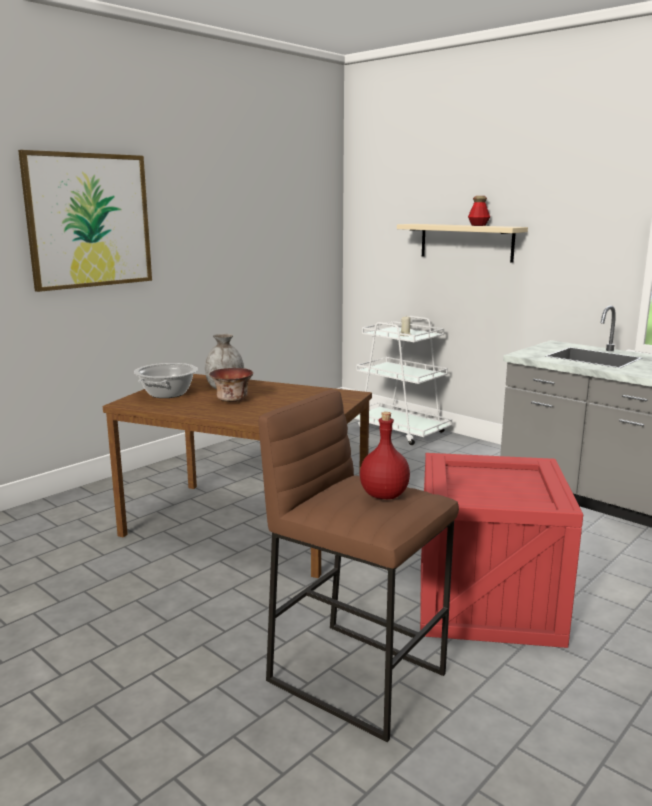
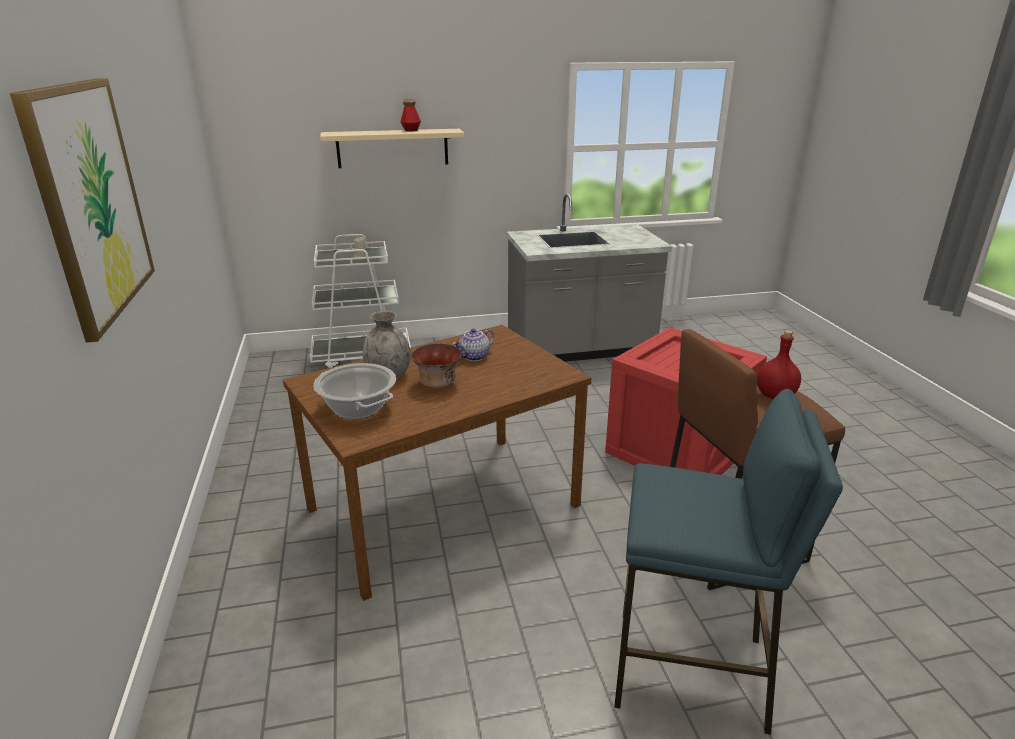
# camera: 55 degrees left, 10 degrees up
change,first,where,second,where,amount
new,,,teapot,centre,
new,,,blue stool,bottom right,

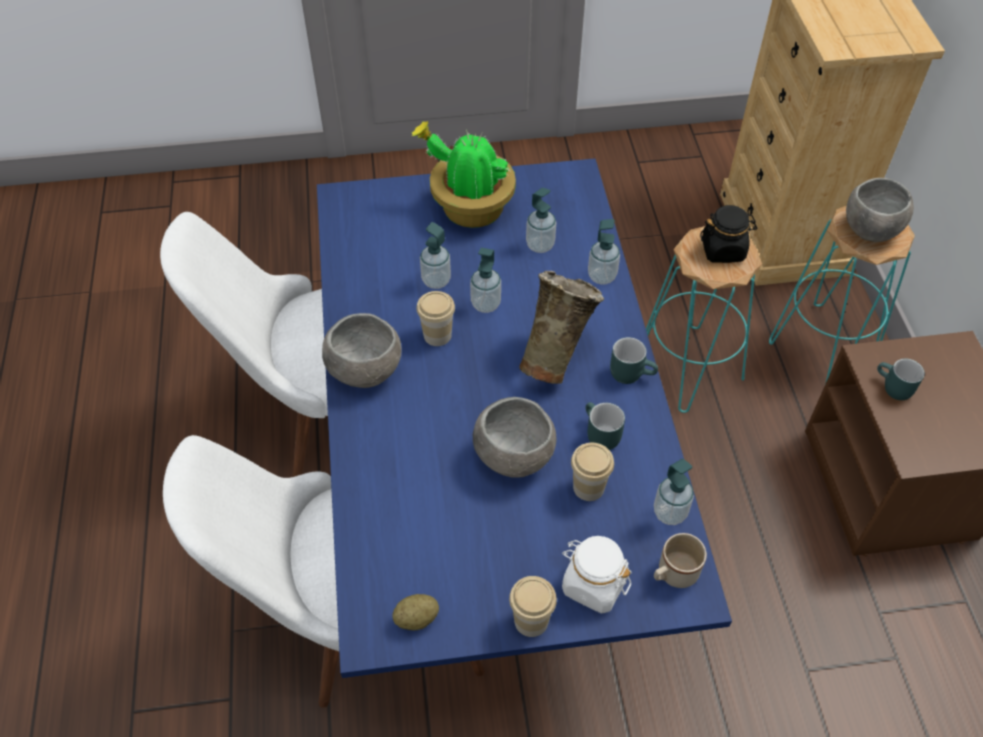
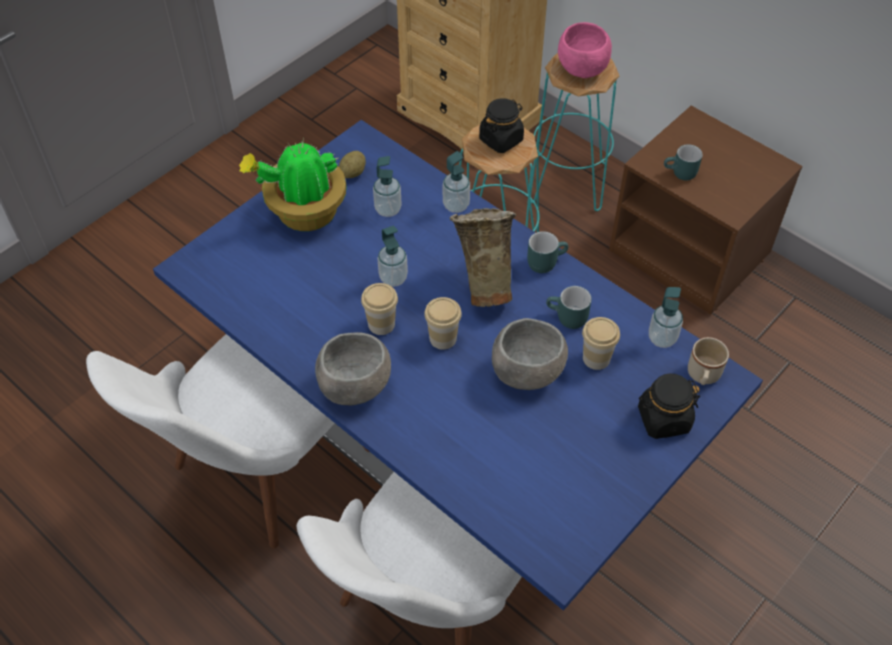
# camera: 40 degrees left, 0 degrees up
change,first,where,second,where,amount
gone,soap dispenser (no. 1 from left),centre,,,
shifted,potato,bottom centre,,top centre,
shifted,cup (no. 2 from left),bottom centre,,centre,
repainted,white jar,bottom centre,black jar (no. 2 from left),middle right,
repainted,grey bowl (no. 3 from left),top right,pink bowl,top centre,

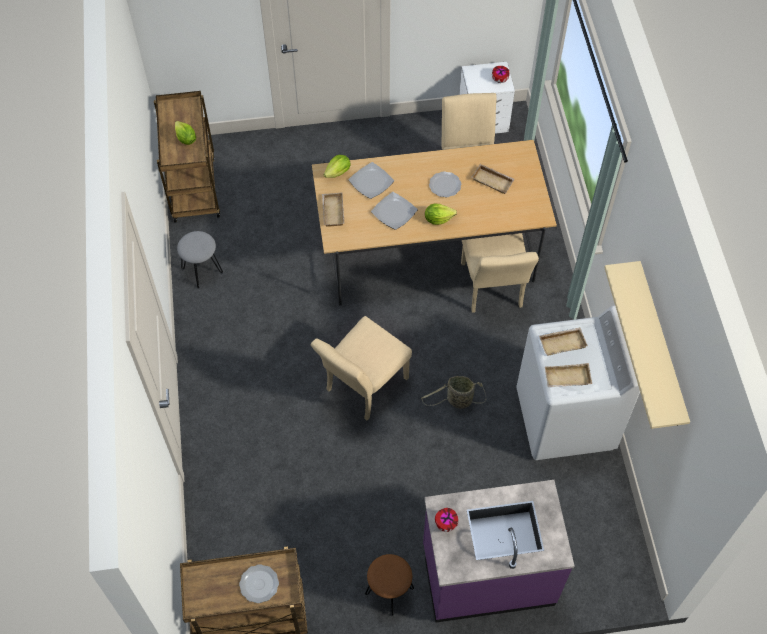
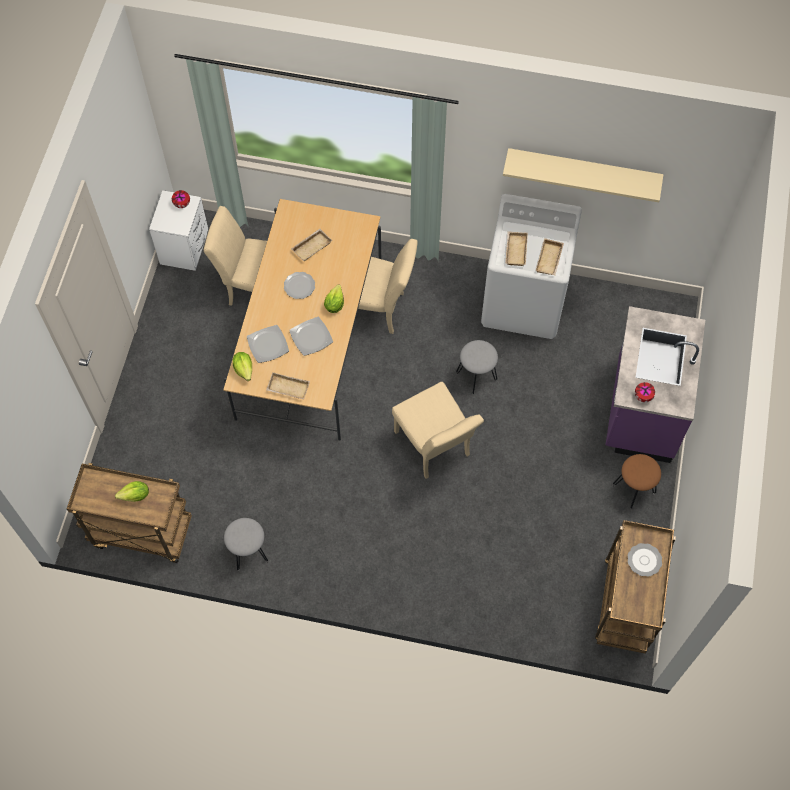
# camera: 70 degrees left, 5 degrees up
change,first,where,second,where,amount
swapped,basket,centre,grey stool (no. 2 from left),centre,

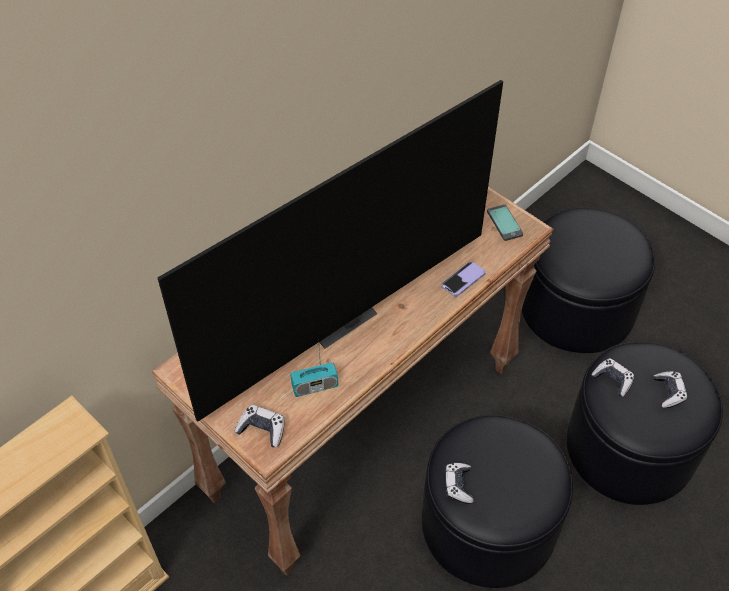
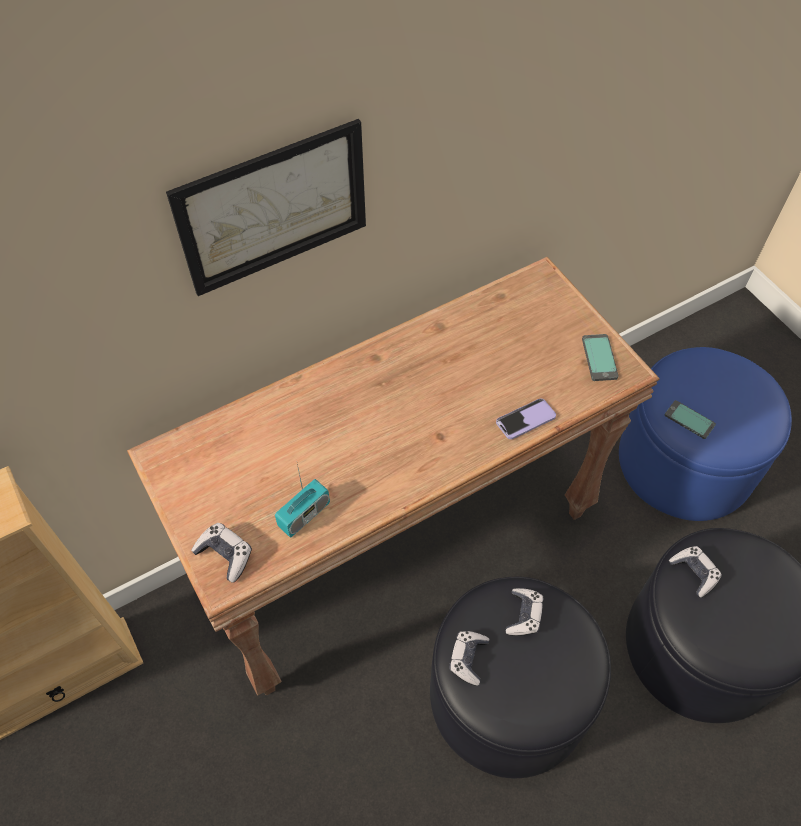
# camera: 15 degrees right, 5 degrees up
change,first,where,second,where,amount
gone,television,centre,,,
new,,,picture,top left,
new,,,phone (no. 3 from left),middle right,
shifted,game controller (no. 4 from left in the first image),middle right,game controller (no. 3 from left),bottom centre,
repainted,black ottoman (no. 2 from left),middle right,blue ottoman,middle right,
rotated,radio,centre,,centre,45 degrees counterclockwise

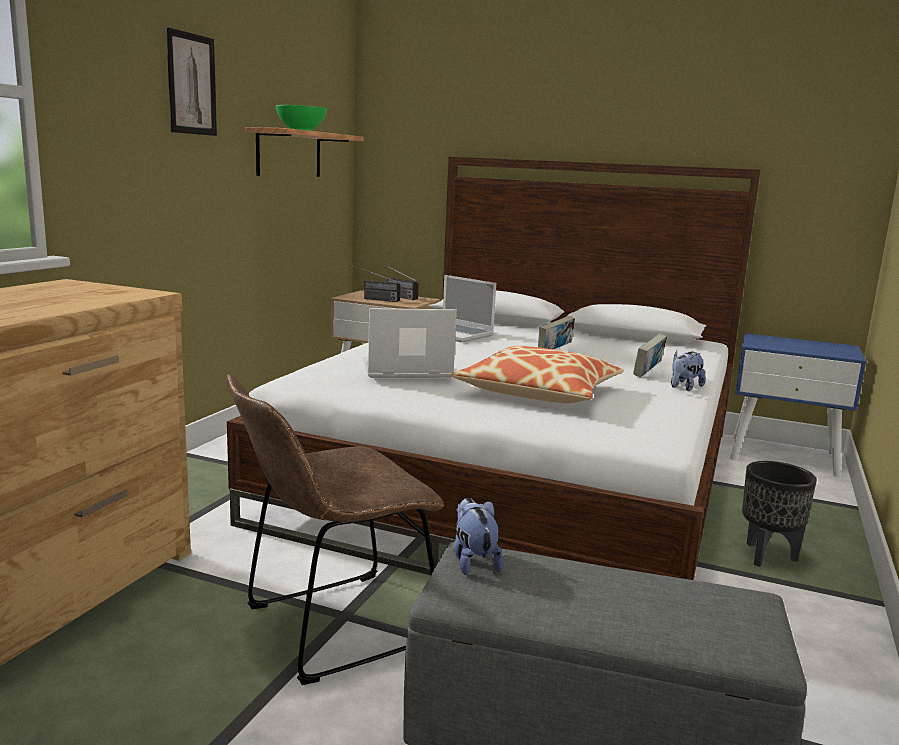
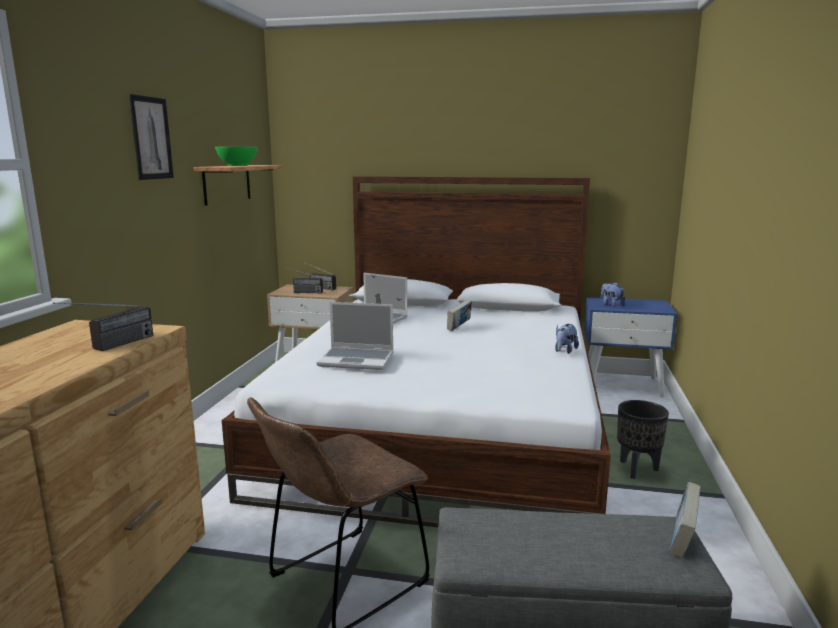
# camera: 10 degrees left, 0 degrees up
change,first,where,second,where,amount
gone,pillow,centre,,,
new,,,radio (no. 1 from left),middle left,
shifted,plush toy (no. 1 from left in the first image),bottom centre,plush toy (no. 2 from left),middle right,
shifted,book (no. 2 from left),middle right,,bottom right,
rotated,laptop (no. 1 from left),centre,,centre,150 degrees counterclockwise

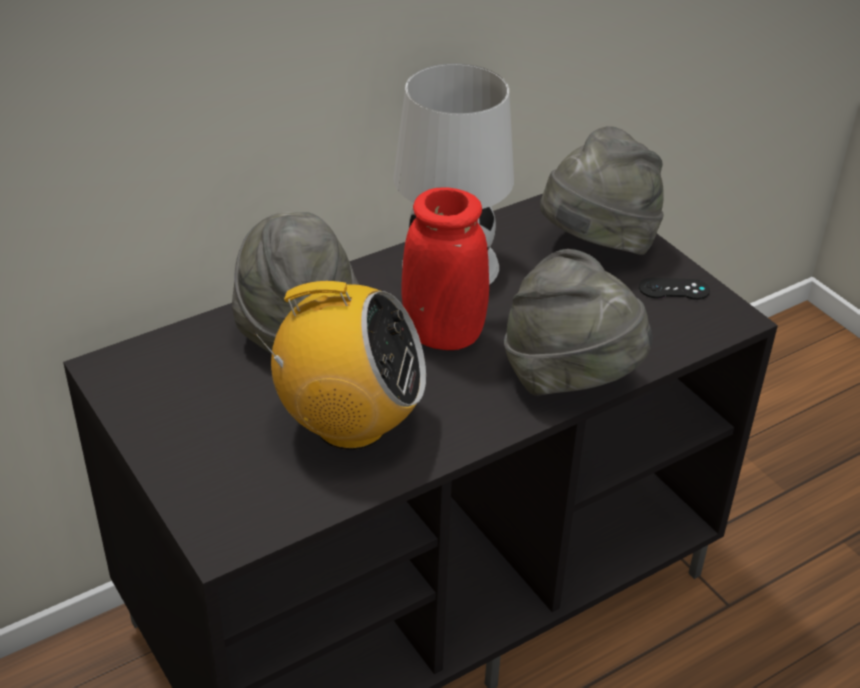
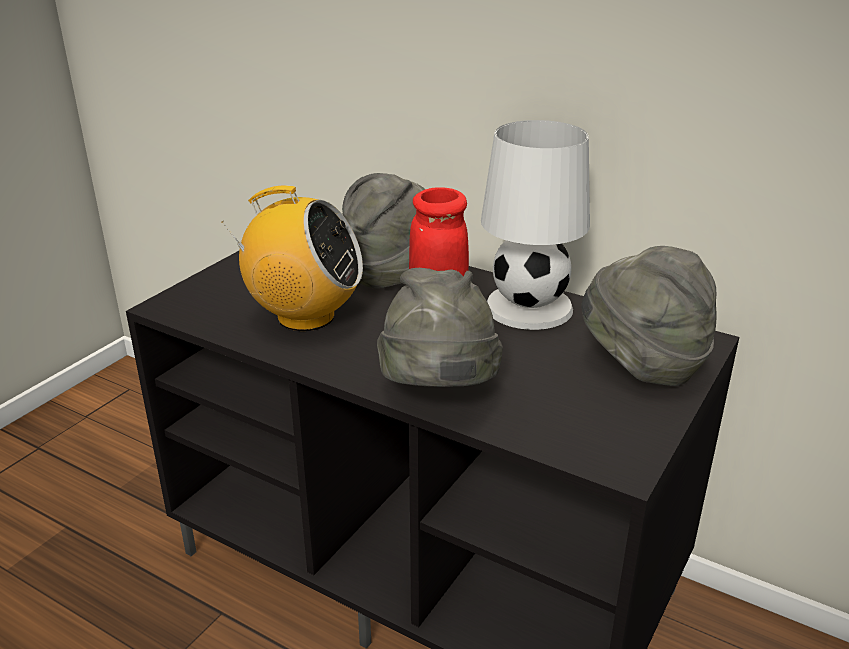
# camera: 65 degrees right, 10 degrees down
change,first,where,second,where,amount
gone,black game controller,middle right,,,
rotated,radio,centre,,centre,60 degrees counterclockwise

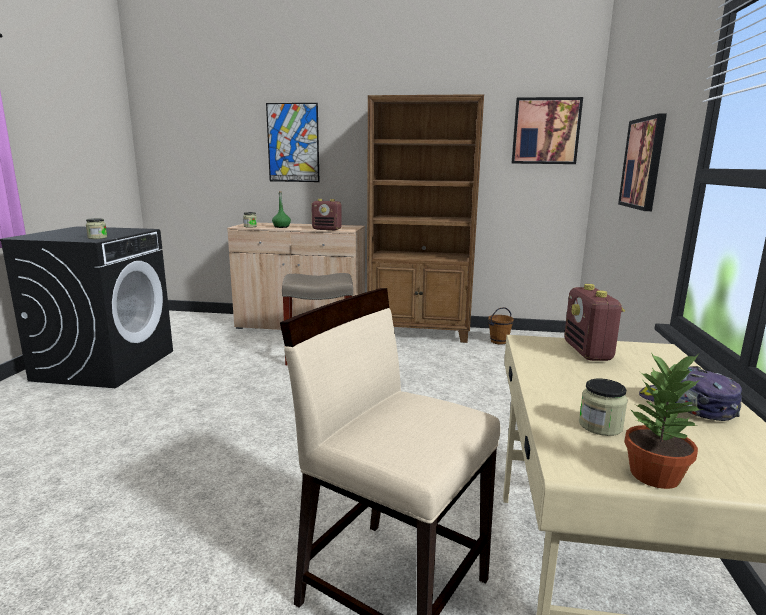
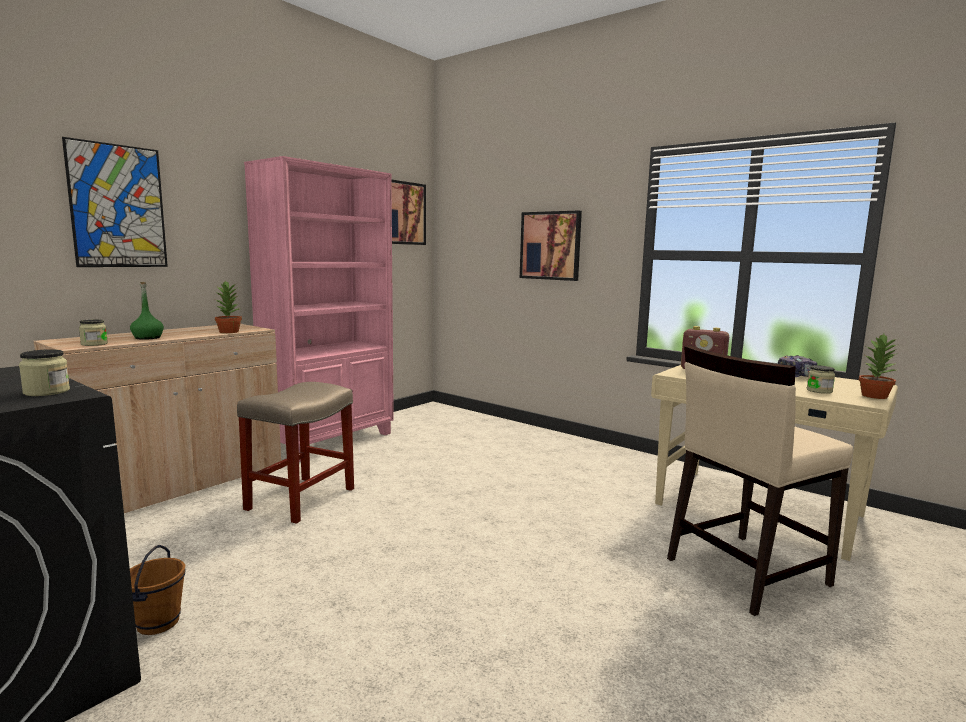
# camera: 60 degrees left, 5 degrees down
change,first,where,second,where,amount
shifted,brown bucket,centre,,bottom left,
swapped,radio (no. 1 from left),centre,potted plant (no. 1 from left),middle left,
repainted,brown bookcase,centre,pink bookcase,middle left,

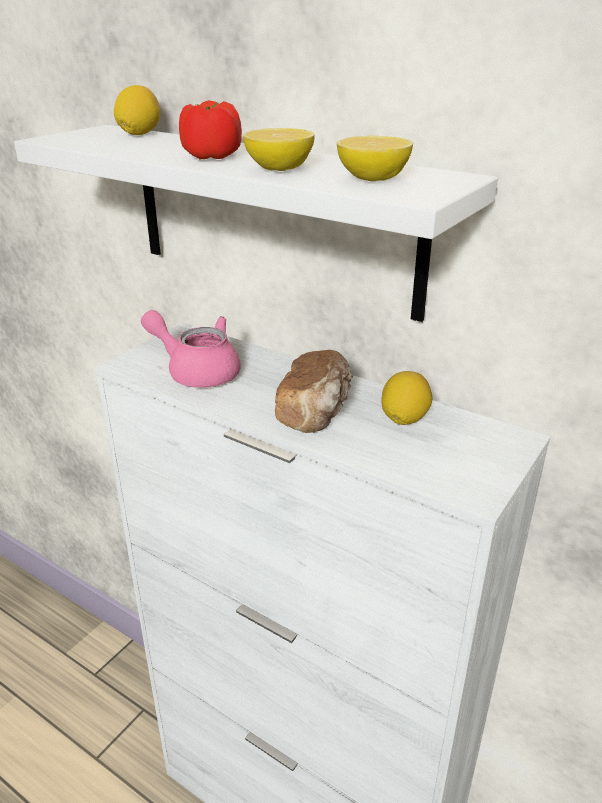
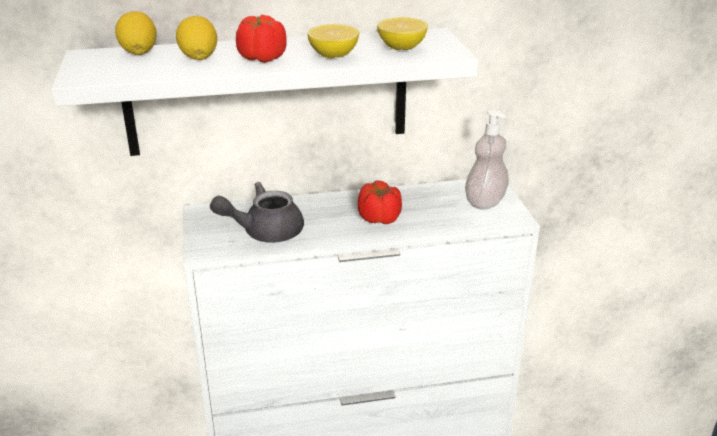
# camera: 45 degrees left, 0 degrees up
change,first,where,second,where,amount
new,,,soap dispenser,middle right,
shifted,lemon (no. 4 from left in the first image),middle right,lemon (no. 2 from left),top left,
swapped,bread,centre,tomato (no. 2 from left),centre,
repainted,pink teapot,middle left,grey teapot,centre,

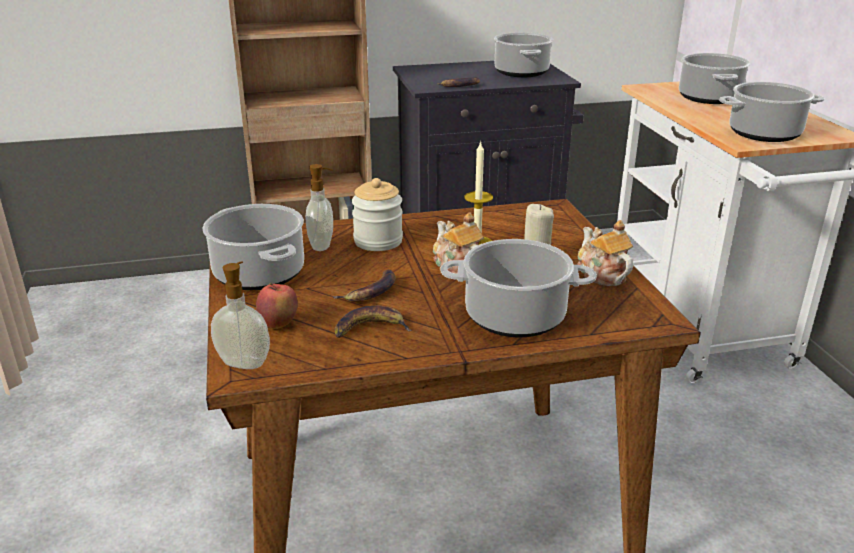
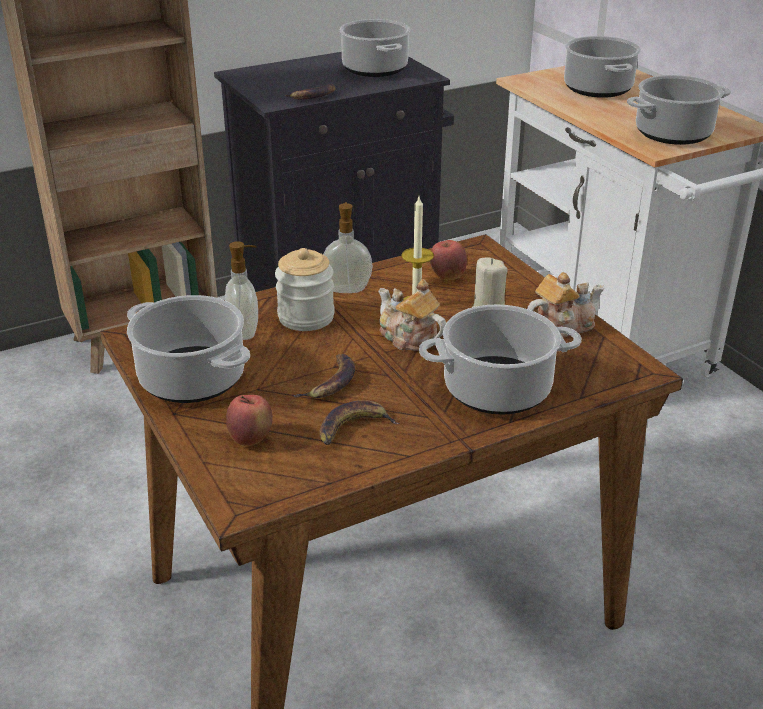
# camera: 15 degrees left, 5 degrees up
change,first,where,second,where,amount
new,,,apple (no. 2 from left),centre,
shifted,soap dispenser (no. 1 from left in the first image),middle left,soap dispenser (no. 2 from left),centre,
rotated,teapot (no. 2 from left),middle right,,middle right,105 degrees clockwise

